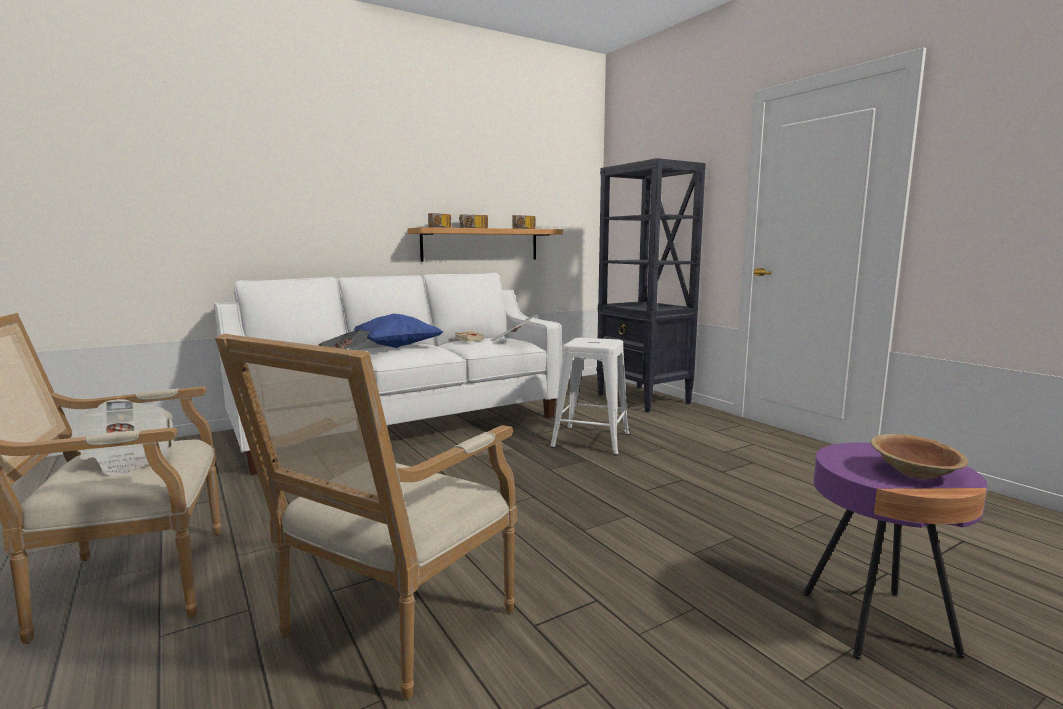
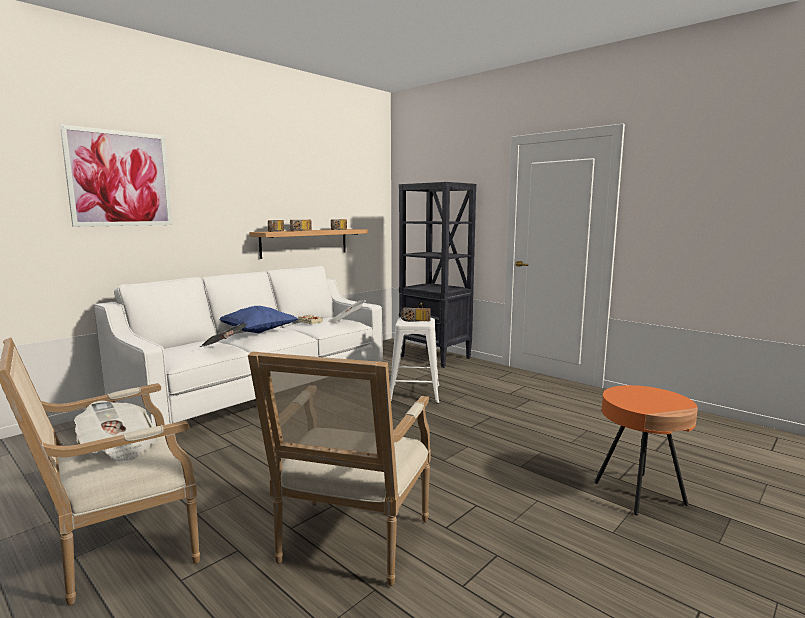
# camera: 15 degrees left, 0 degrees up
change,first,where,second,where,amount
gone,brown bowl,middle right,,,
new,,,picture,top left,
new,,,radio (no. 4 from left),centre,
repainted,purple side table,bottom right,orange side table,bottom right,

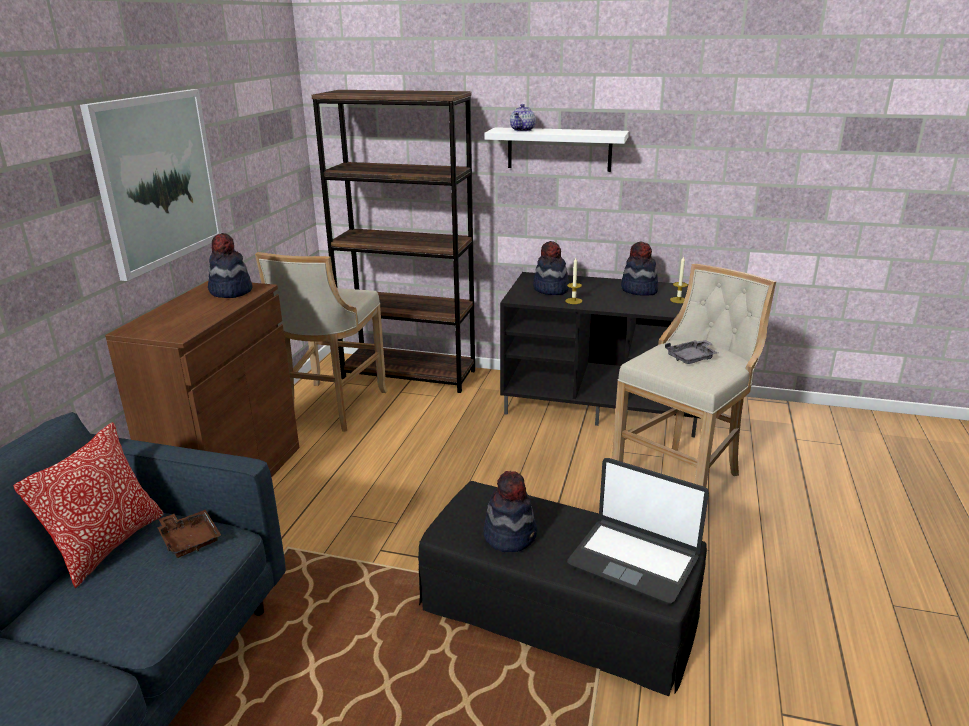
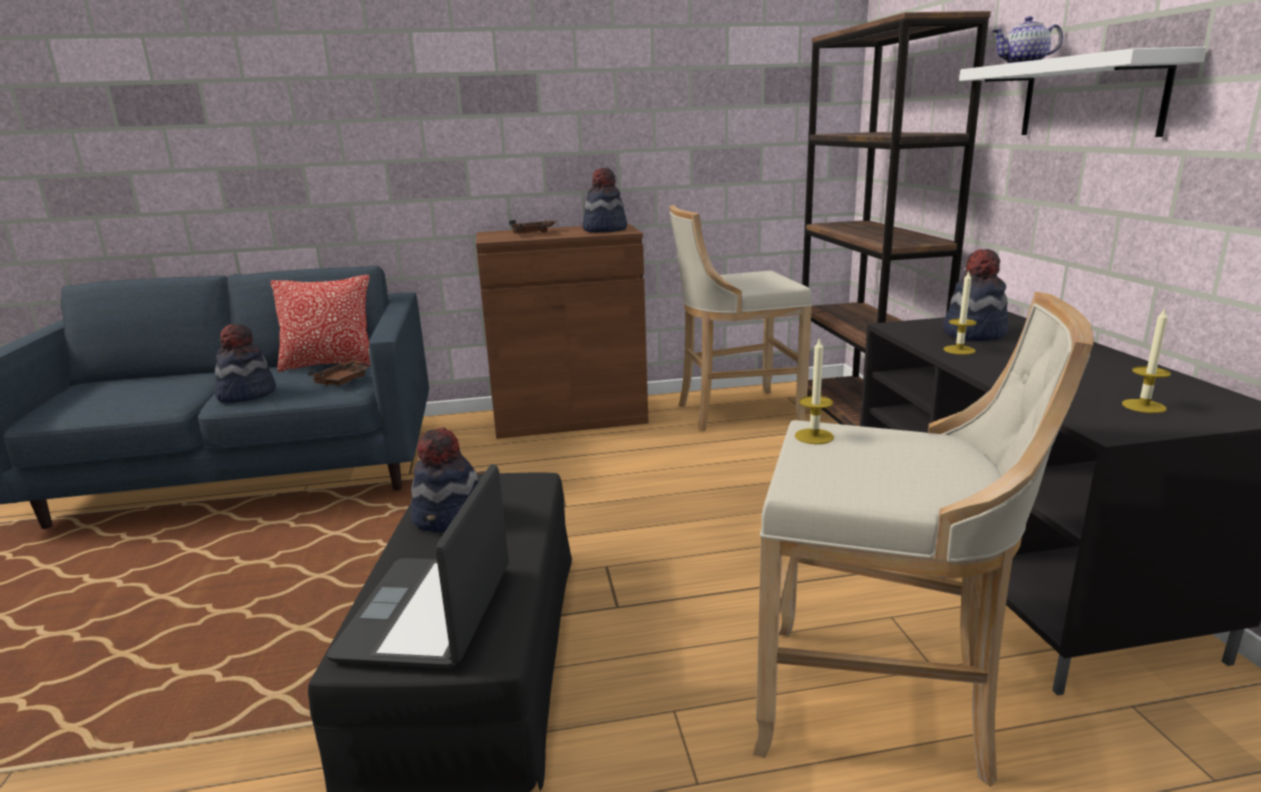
# camera: 65 degrees right, 5 degrees down
change,first,where,second,where,amount
gone,picture,top left,,,
gone,grey tray,middle right,,,
new,,,brown tray (no. 2 from left),top centre,
new,,,candle (no. 1 from left),centre,
shifted,hat (no. 4 from left in the first image),centre,hat (no. 1 from left),middle left,

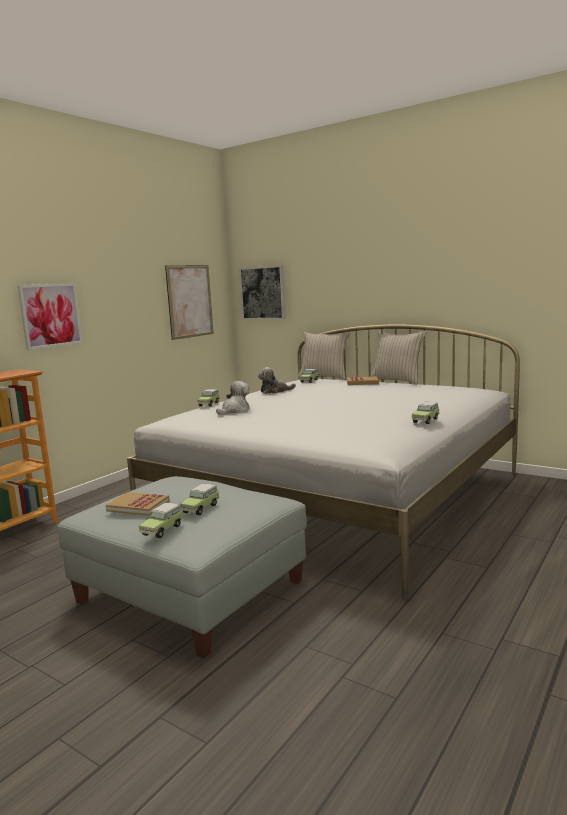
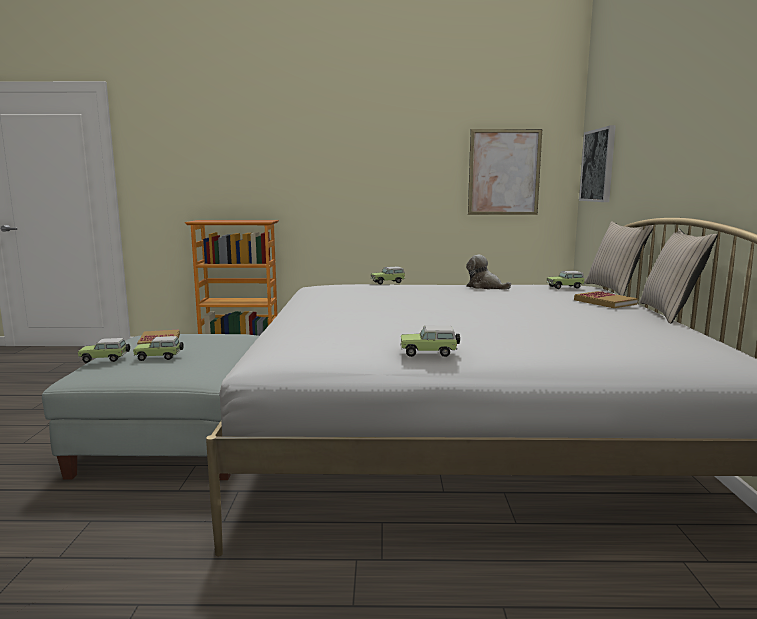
# camera: 55 degrees right, 0 degrees up
change,first,where,second,where,amount
gone,picture (no. 1 from left),middle left,,,
gone,plush toy (no. 1 from left),centre,,,

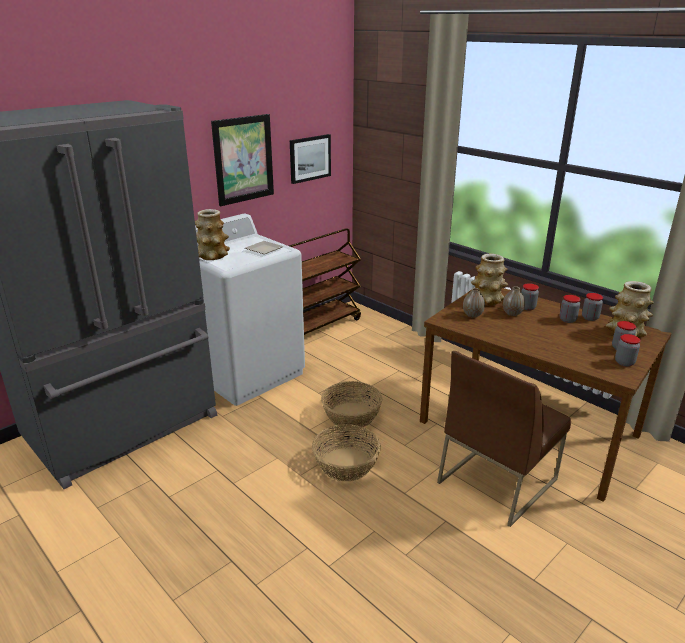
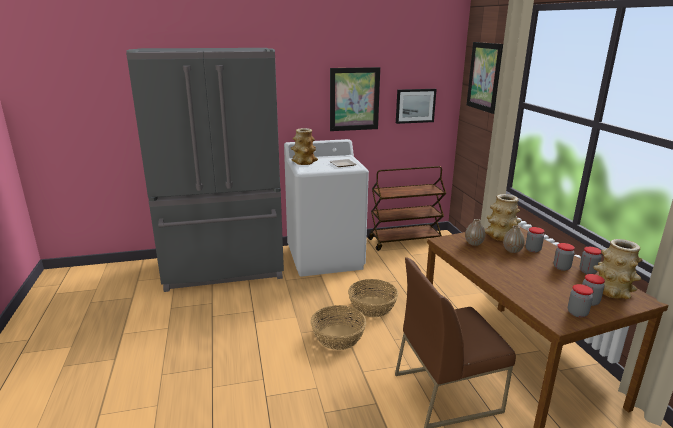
# camera: 30 degrees right, 5 degrees down
change,first,where,second,where,amount
new,,,picture (no. 3 from left),top right,

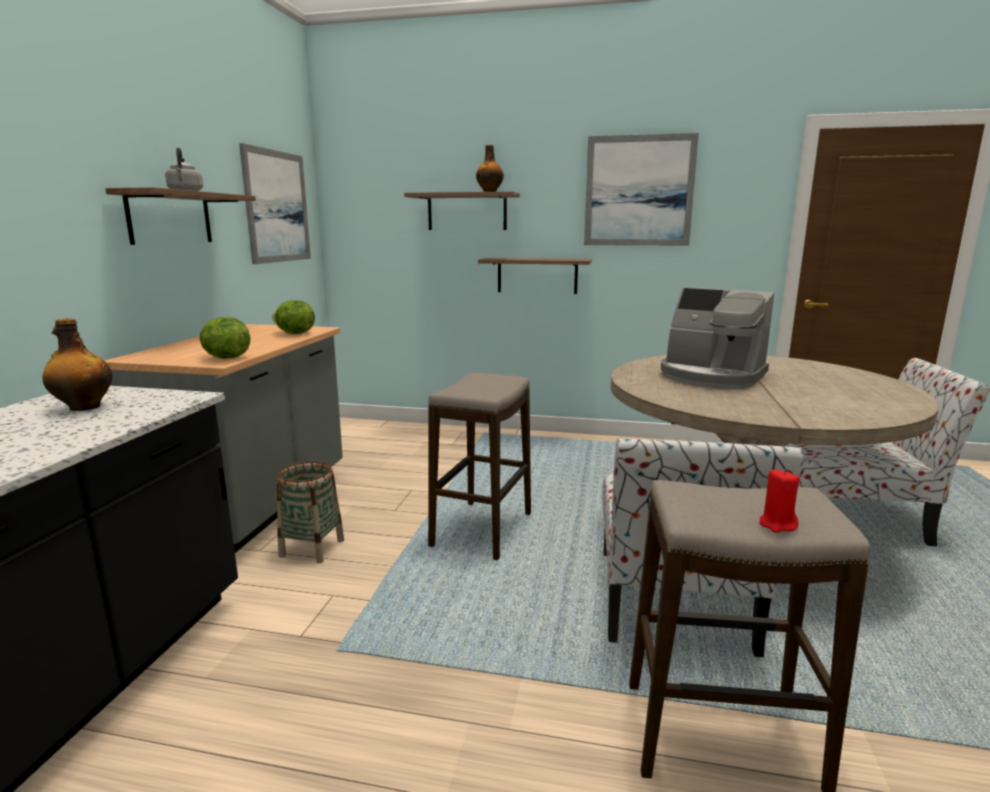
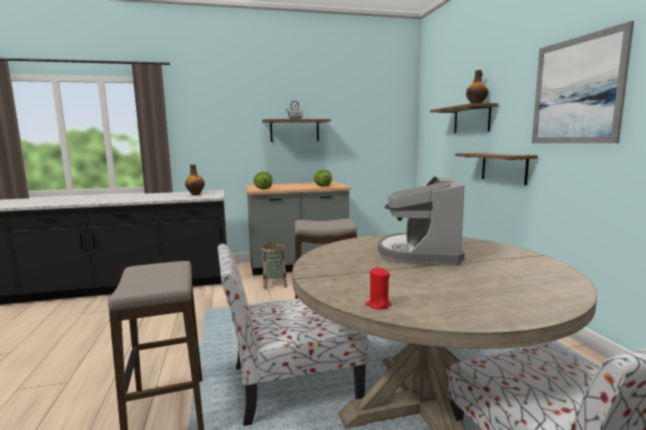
# camera: 65 degrees right, 5 degrees down
change,first,where,second,where,amount
gone,picture (no. 1 from left),top left,,,
shifted,red candle,middle right,,bottom centre,

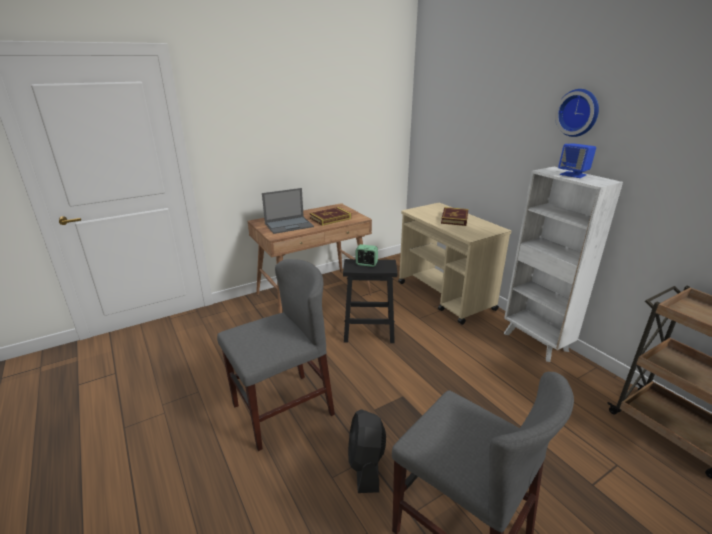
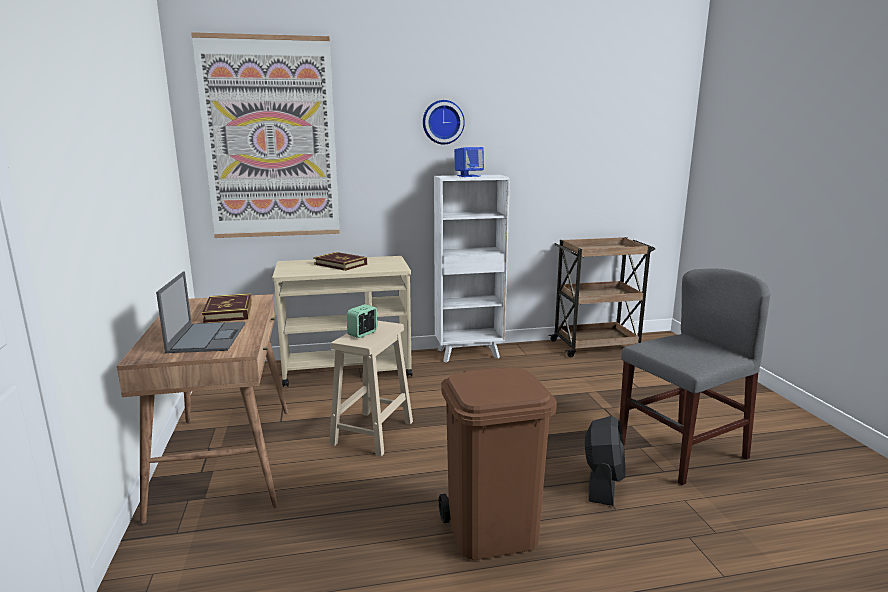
# camera: 70 degrees left, 10 degrees down
change,first,where,second,where,amount
new,,,picture,top left,
swapped,grey chair (no. 1 from left),centre,brown trash can,bottom centre,
repainted,black stool,centre,beige stool,centre,
rotated,black fan,bottom centre,,bottom right,90 degrees counterclockwise

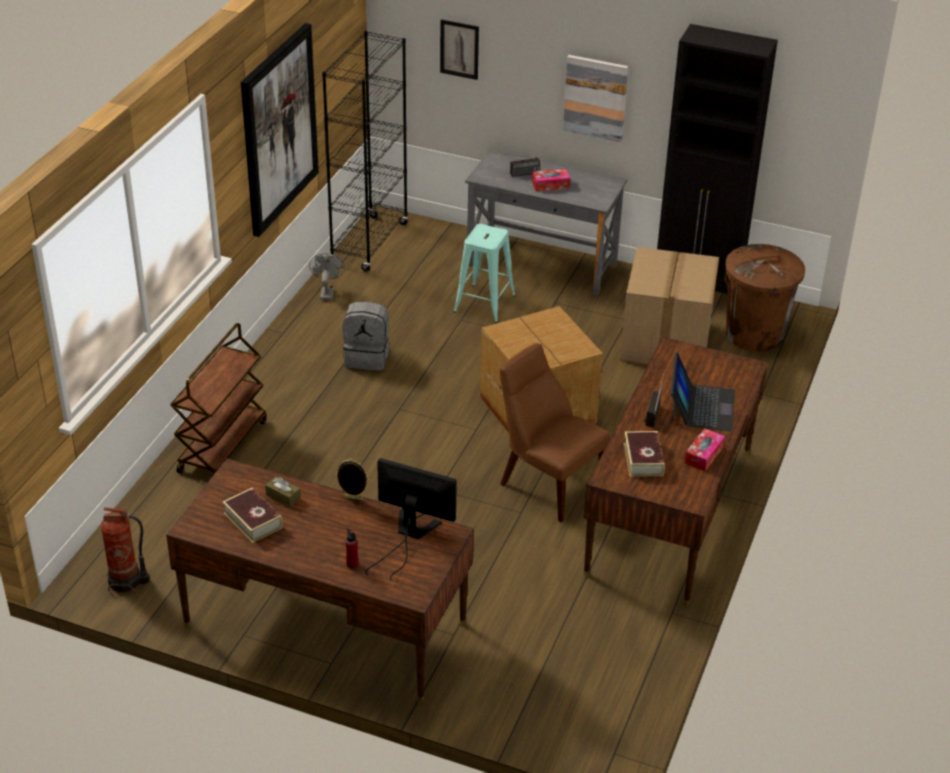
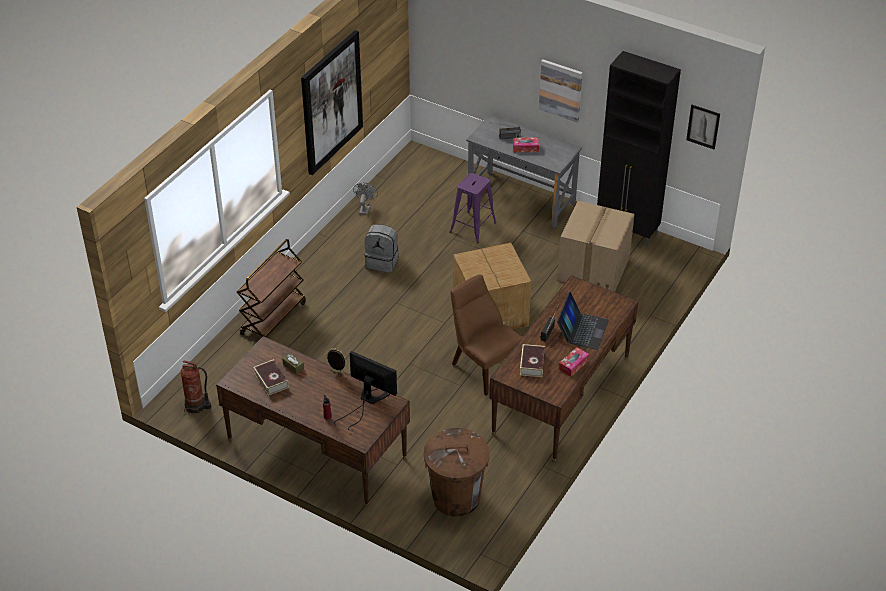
# camera: 10 degrees right, 5 degrees up
change,first,where,second,where,amount
gone,black bookcase,top centre,,,
shifted,picture (no. 2 from left in the first image),top centre,picture (no. 3 from left),top right,
shifted,brown trash can,middle right,,bottom centre,
repainted,turquoise stool,centre,purple stool,centre,

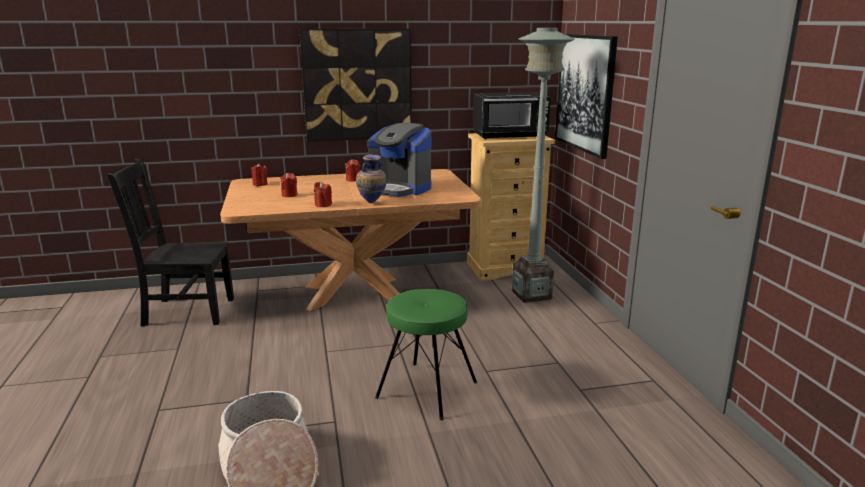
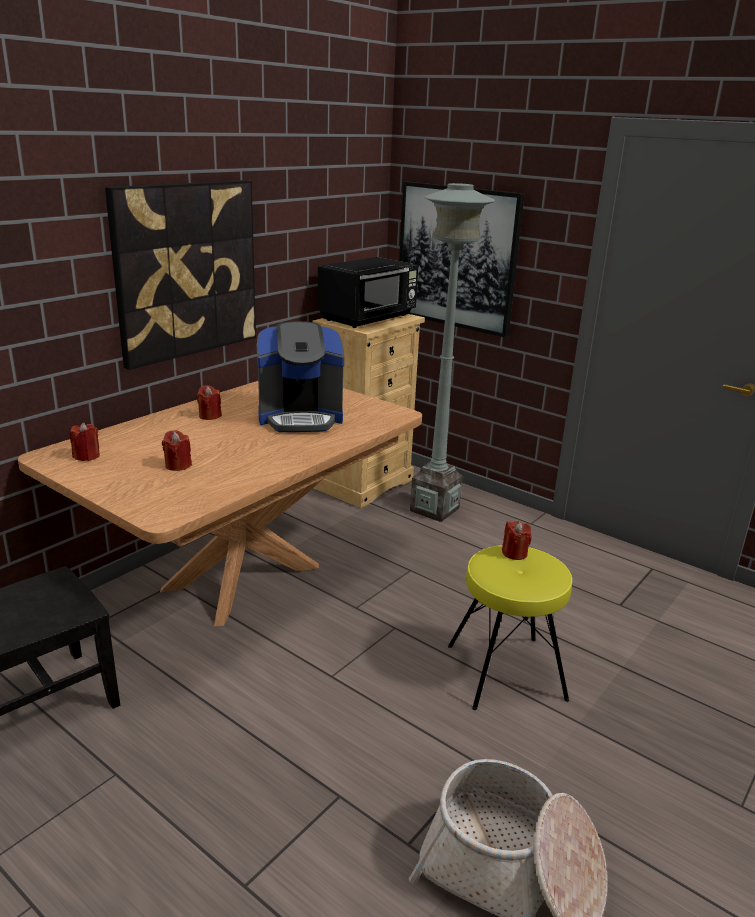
# camera: 40 degrees left, 5 degrees up
change,first,where,second,where,amount
gone,vase,centre,,,
shifted,red candle (no. 3 from left in the first image),centre,red candle (no. 4 from left),middle right,
repainted,green stool,bottom centre,yellow stool,bottom right,

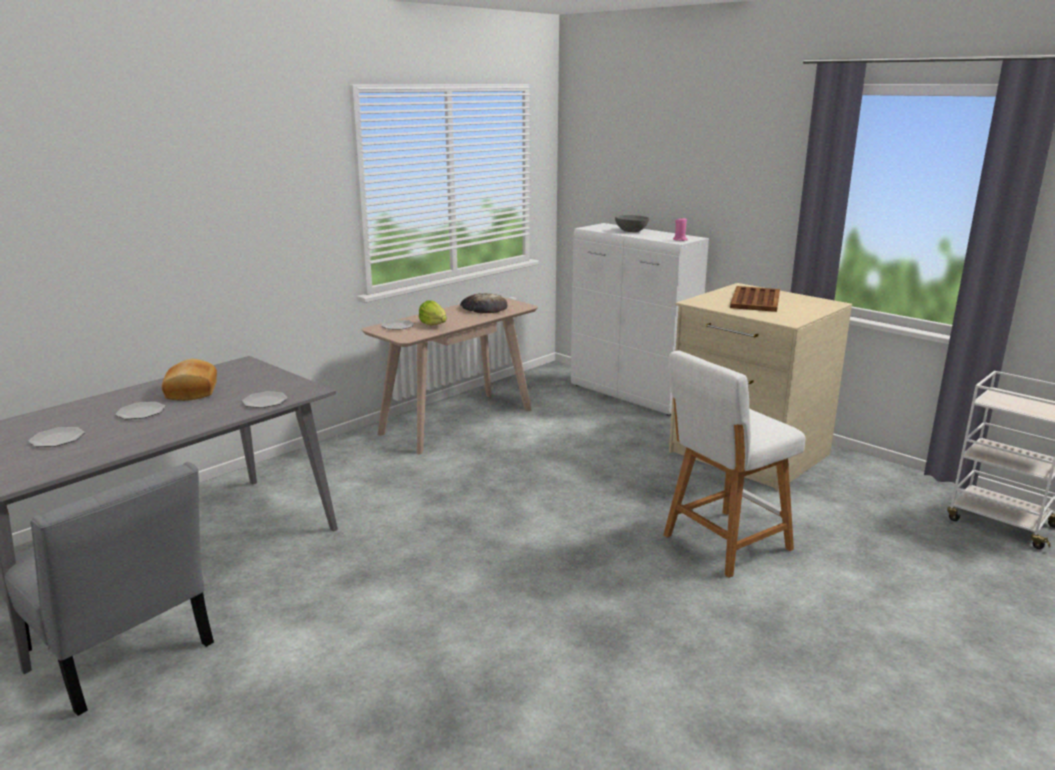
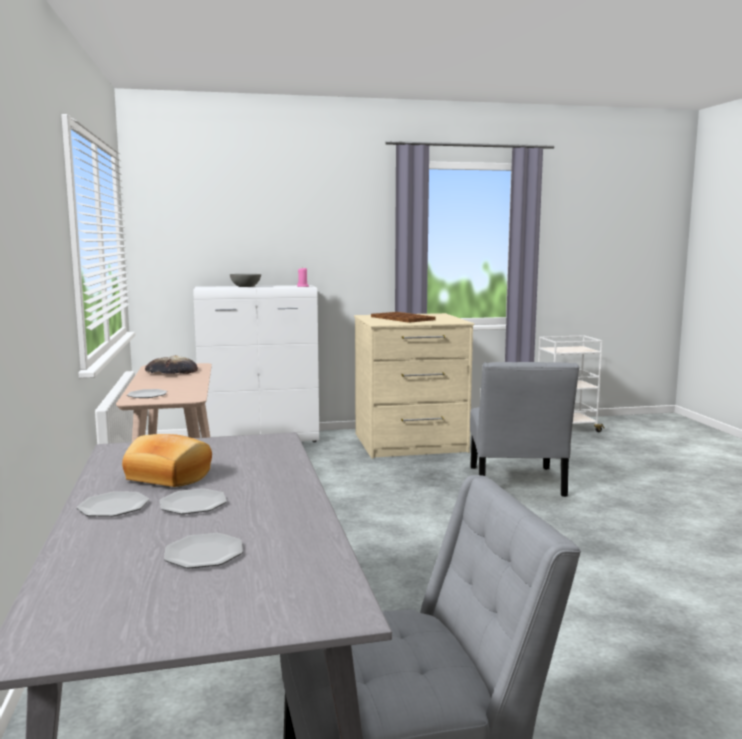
# camera: 55 degrees left, 10 degrees down
change,first,where,second,where,amount
gone,lettuce,centre,,,
shifted,plate (no. 3 from left in the first image),middle left,plate (no. 1 from left),bottom left,
swapped,white stool,middle right,grey chair (no. 2 from left),middle right,

